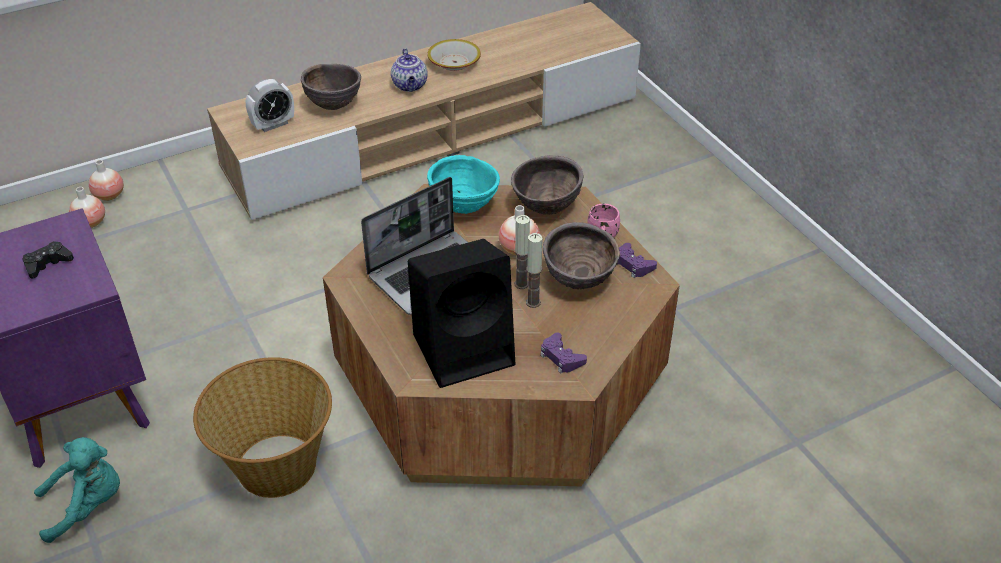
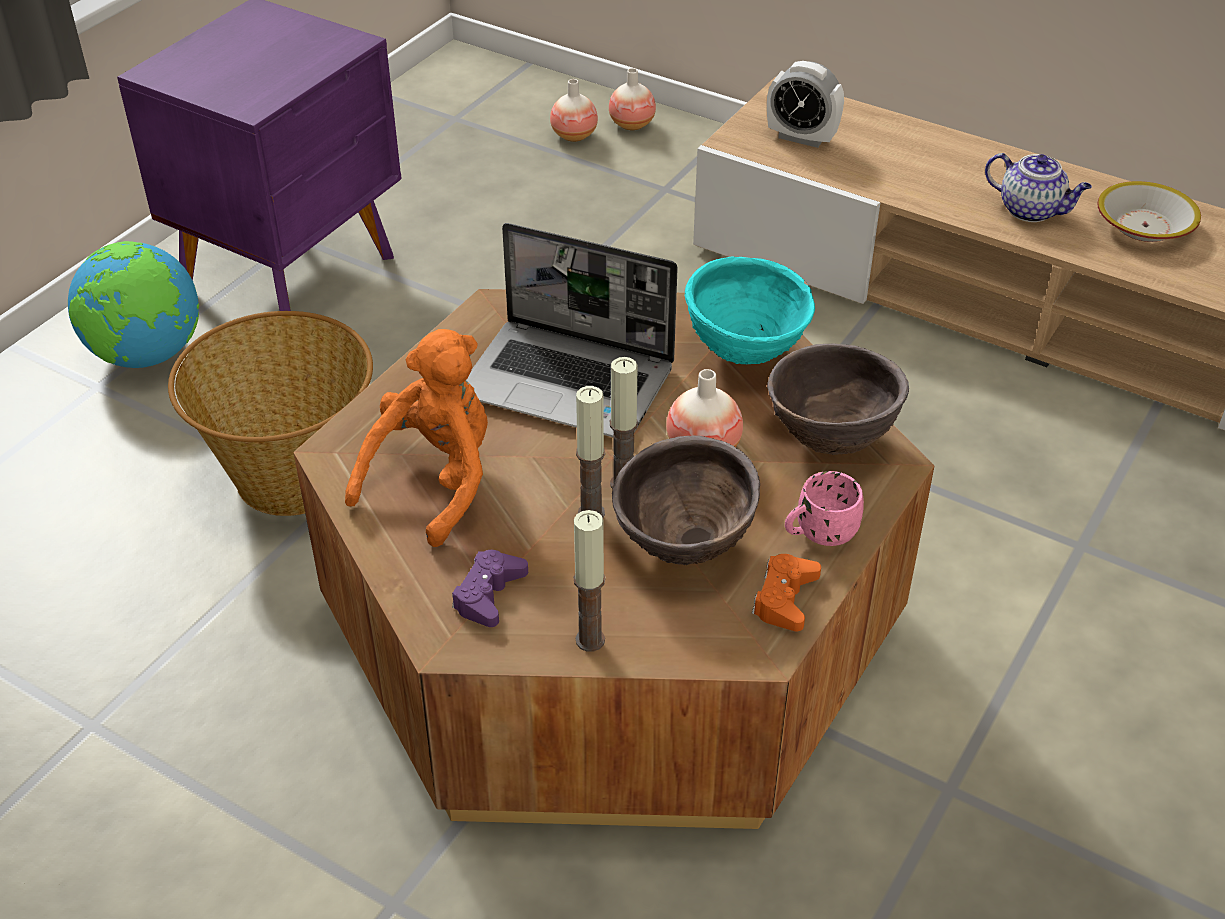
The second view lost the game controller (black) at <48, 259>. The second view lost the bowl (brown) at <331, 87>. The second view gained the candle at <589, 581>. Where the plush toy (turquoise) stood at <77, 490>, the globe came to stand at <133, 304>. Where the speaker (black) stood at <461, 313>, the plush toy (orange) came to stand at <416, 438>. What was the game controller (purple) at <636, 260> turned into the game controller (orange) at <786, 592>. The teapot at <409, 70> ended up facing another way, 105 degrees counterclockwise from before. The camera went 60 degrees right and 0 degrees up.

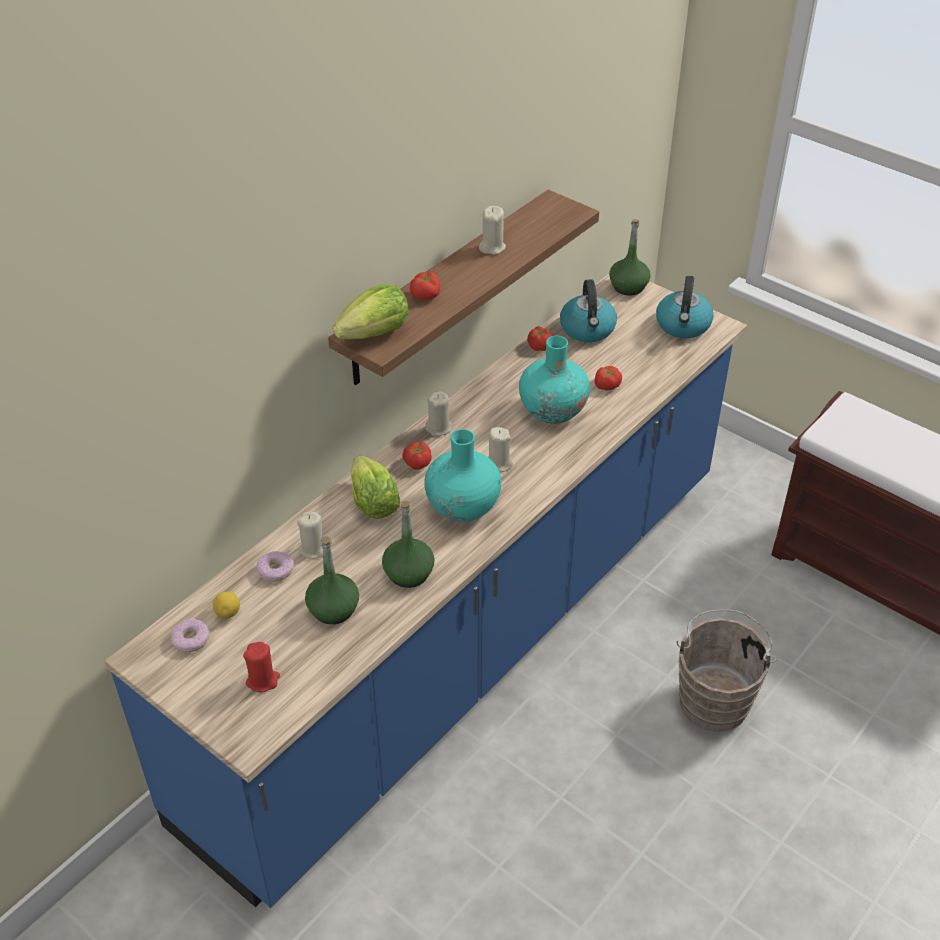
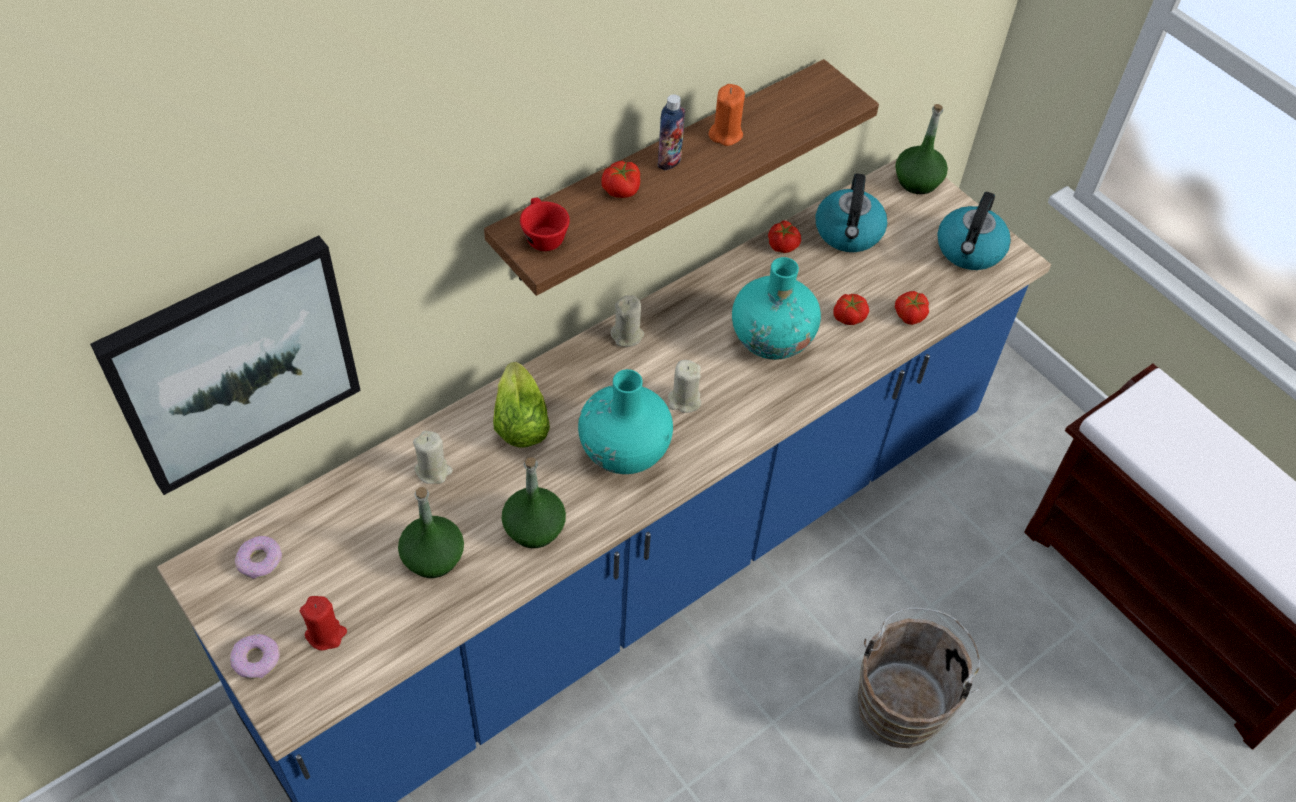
The second view lost the lemon at <226, 605>. The second view gained the picture at <225, 365>. The second view gained the bottle at <671, 132>. The donut ended up elsewhere, having gone from <275, 566> to <255, 656>. The tomato ended up elsewhere, having gone from <417, 456> to <912, 308>. Where the lettuce stood at <371, 311>, the cup (red) came to stand at <545, 224>. What was the candle (beige) at <492, 230> turned into the candle (orange) at <726, 115>. The camera went 10 degrees right and 10 degrees up.

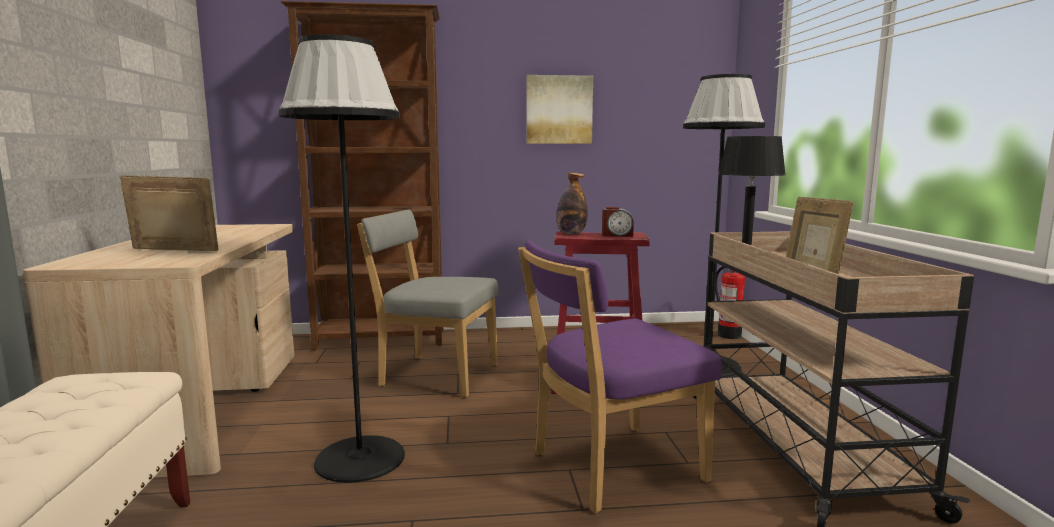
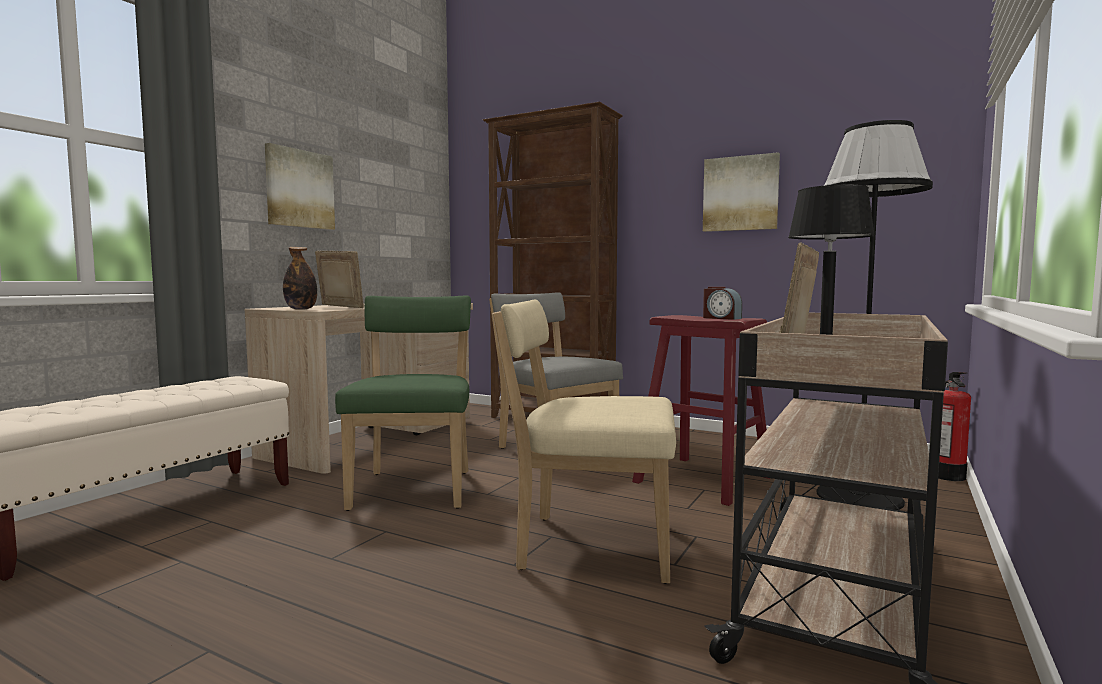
The second view gained the picture at <300, 186>. The bottle ended up elsewhere, having gone from <571, 203> to <300, 278>. Where the floor lamp (black) stood at <342, 259>, the chair (green) came to stand at <403, 403>. What was the chair (purple) at <620, 376> turned into the chair (beige) at <584, 442>. The camera went 35 degrees right and 5 degrees down.

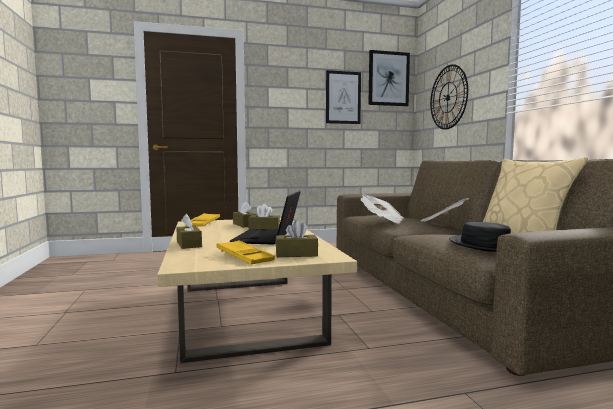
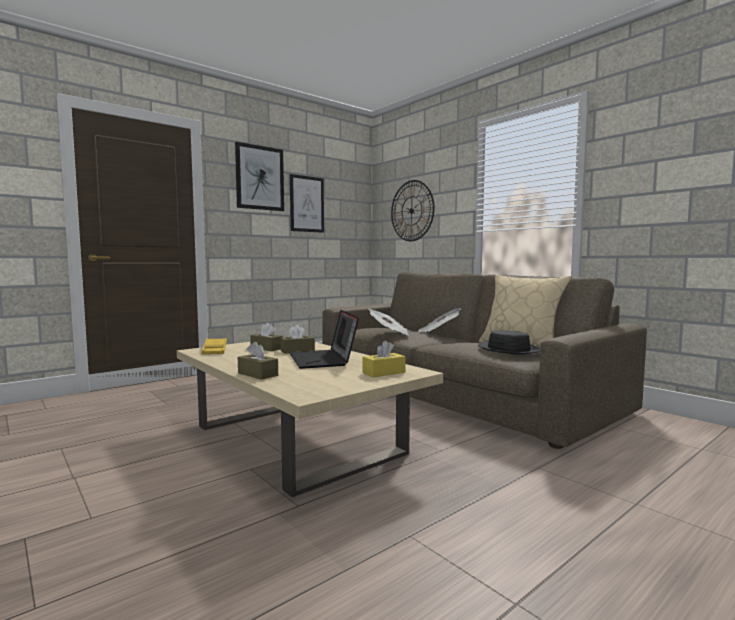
The second view lost the tray (yellow) at <246, 252>. The picture ended up elsewhere, having gone from <389, 78> to <259, 176>. What was the tissue box (brown) at <296, 238> turned into the tissue box (yellow) at <384, 359>. The camera went 25 degrees left and 0 degrees up.

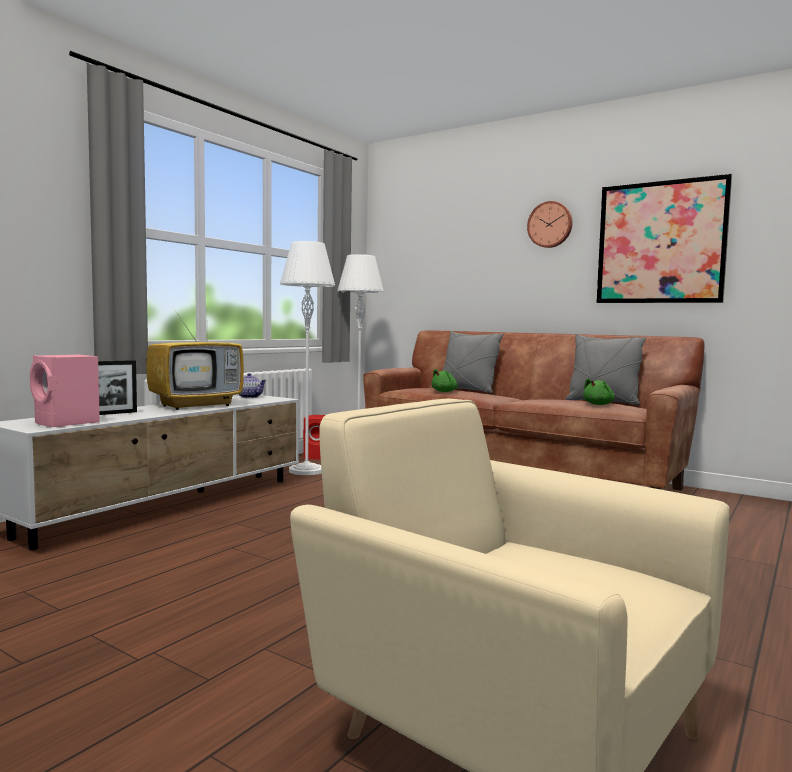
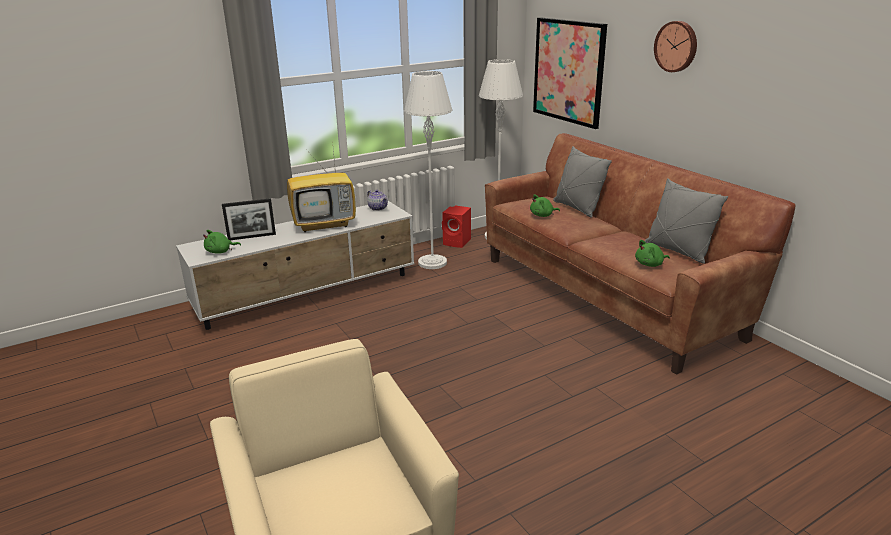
The picture ended up elsewhere, having gone from <664, 238> to <570, 73>. Where the speaker (pink) stood at <65, 391>, the plush toy (green) came to stand at <222, 242>. The camera went 25 degrees right and 20 degrees up.

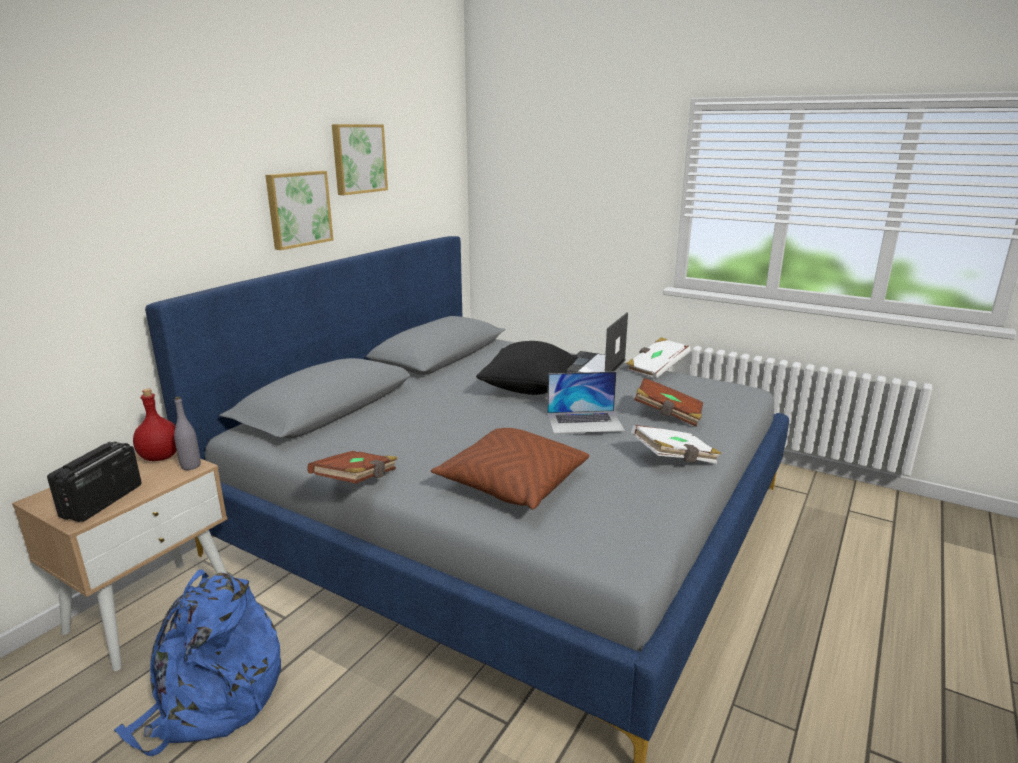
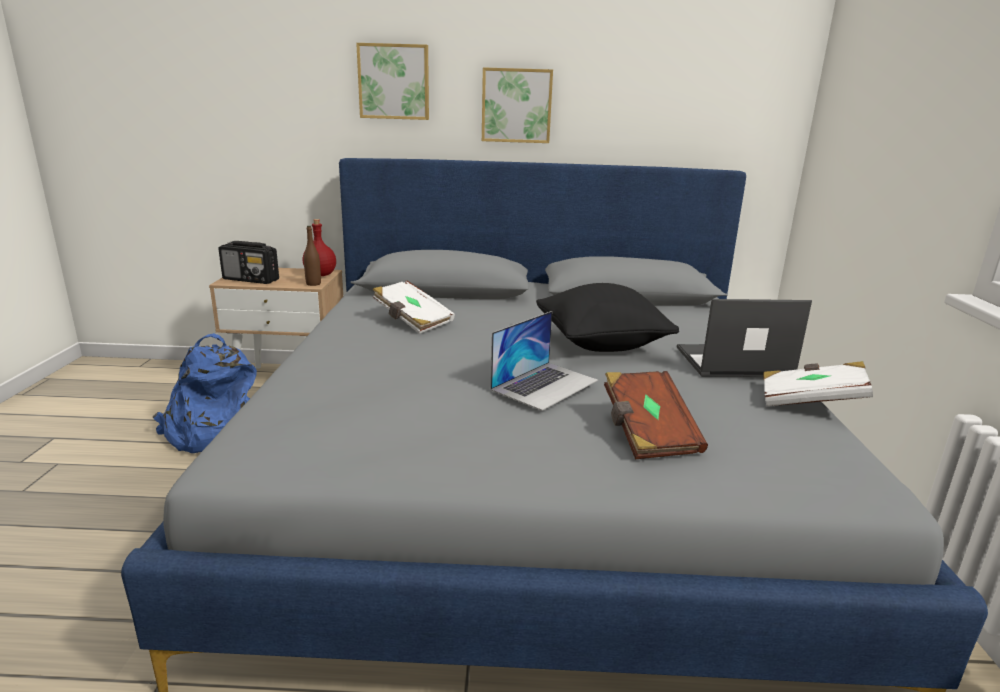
The second view lost the book (brown) at <352, 467>. The second view lost the pillow (brown) at <510, 469>. The picture ended up elsewhere, having gone from <360, 159> to <392, 81>. The book (white) ended up elsewhere, having gone from <676, 444> to <413, 307>. What was the bottle (grey) at <187, 433> turned into the bottle (brown) at <312, 256>. The radio at <94, 481> ended up facing another way, 150 degrees counterclockwise from before. The laptop at <586, 402> ended up facing another way, 105 degrees counterclockwise from before. The camera went 60 degrees right and 0 degrees up.

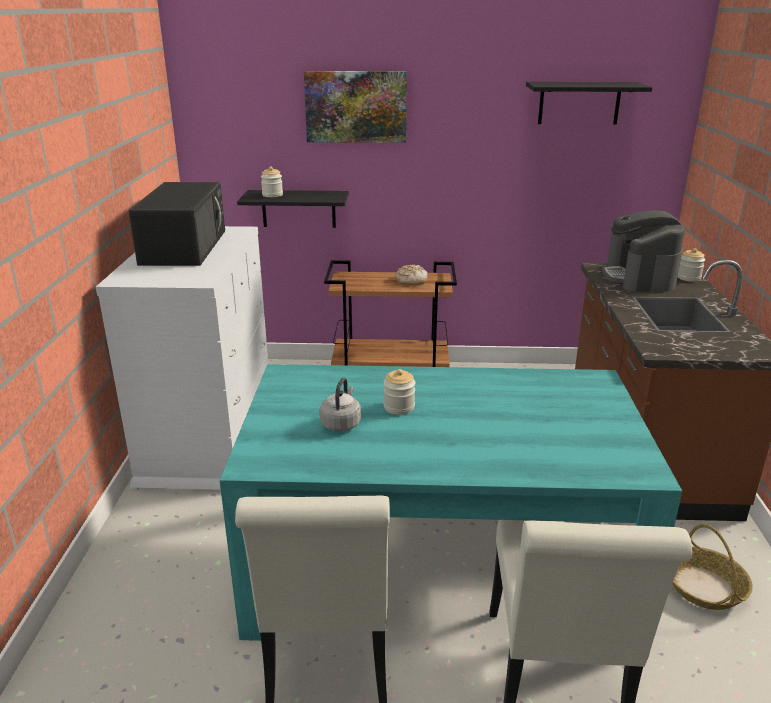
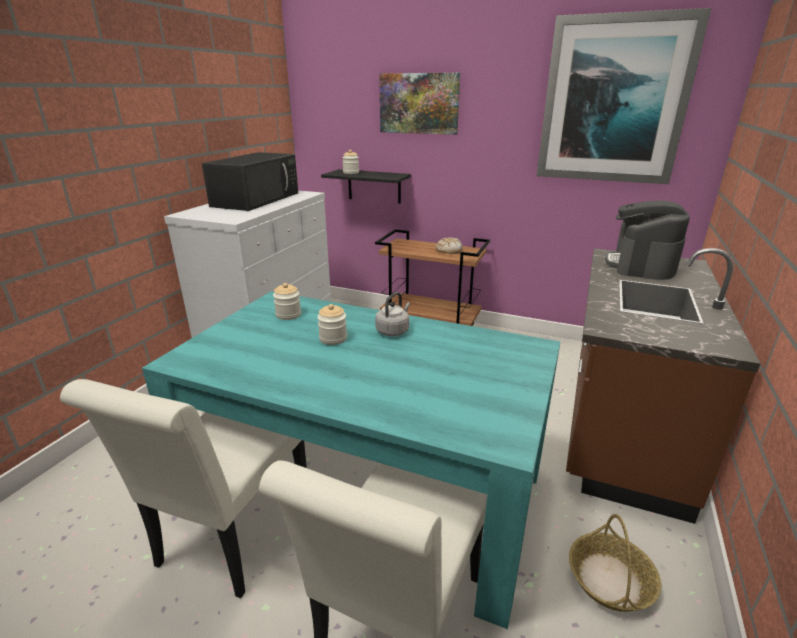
The kettle (grey) ended up elsewhere, having gone from <340, 405> to <392, 314>. The jar ended up elsewhere, having gone from <691, 265> to <287, 301>. Where the shelf (black) hung at <589, 103>, the picture came to hang at <624, 96>. The camera went 20 degrees right and 0 degrees up.

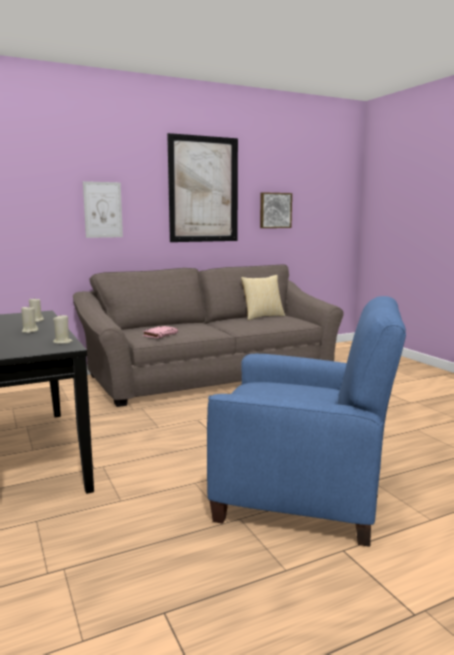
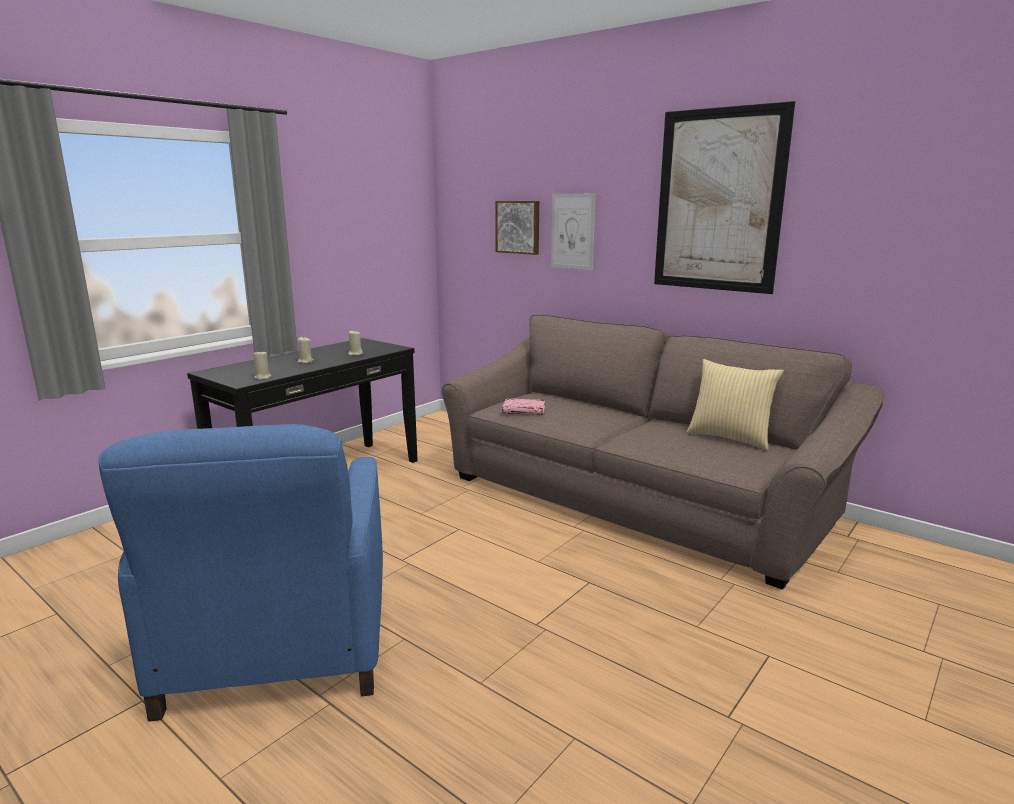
The picture ended up elsewhere, having gone from <276, 210> to <517, 228>. The camera went 65 degrees right and 5 degrees up.

